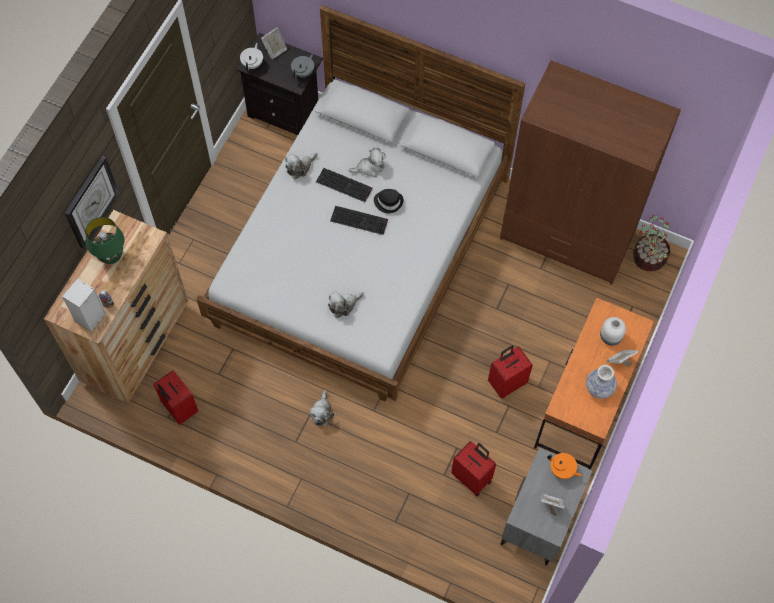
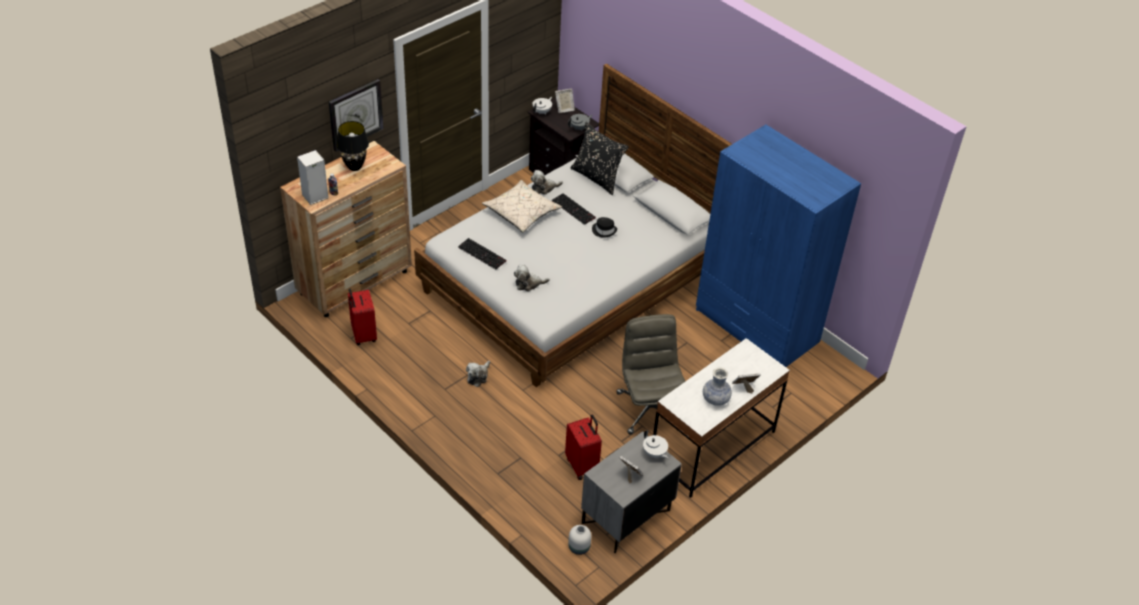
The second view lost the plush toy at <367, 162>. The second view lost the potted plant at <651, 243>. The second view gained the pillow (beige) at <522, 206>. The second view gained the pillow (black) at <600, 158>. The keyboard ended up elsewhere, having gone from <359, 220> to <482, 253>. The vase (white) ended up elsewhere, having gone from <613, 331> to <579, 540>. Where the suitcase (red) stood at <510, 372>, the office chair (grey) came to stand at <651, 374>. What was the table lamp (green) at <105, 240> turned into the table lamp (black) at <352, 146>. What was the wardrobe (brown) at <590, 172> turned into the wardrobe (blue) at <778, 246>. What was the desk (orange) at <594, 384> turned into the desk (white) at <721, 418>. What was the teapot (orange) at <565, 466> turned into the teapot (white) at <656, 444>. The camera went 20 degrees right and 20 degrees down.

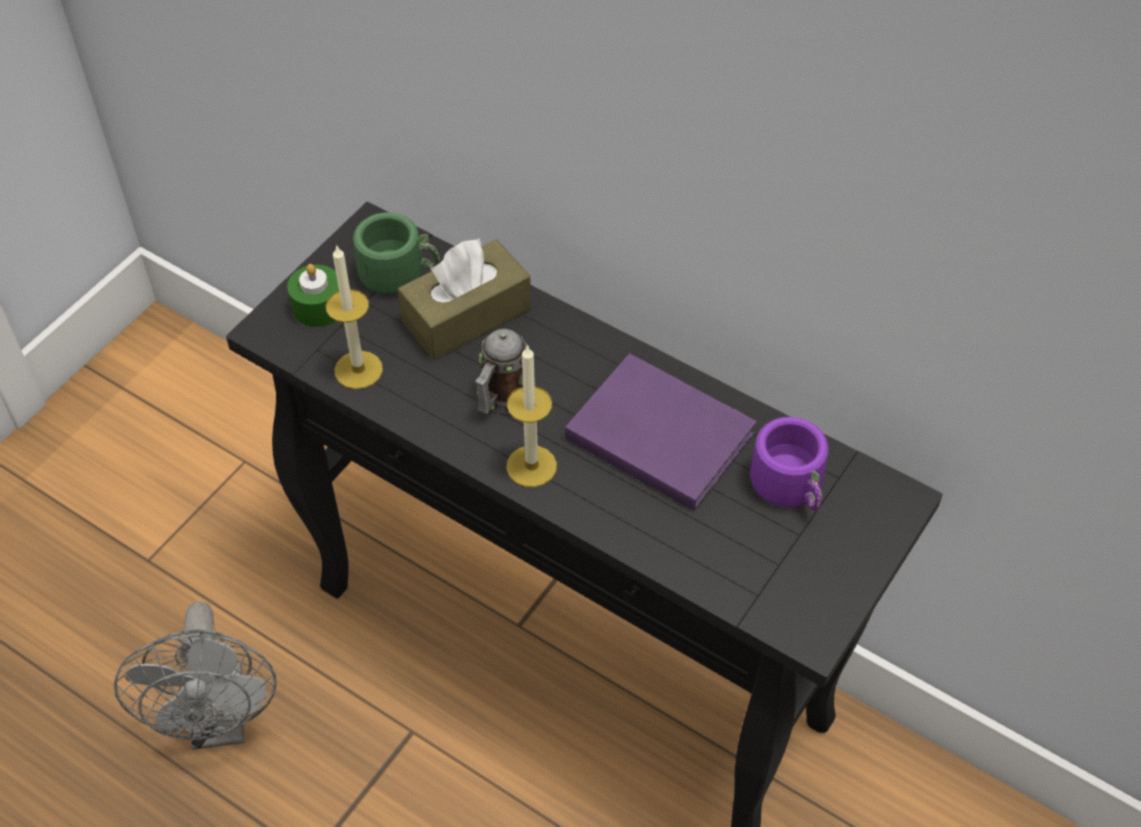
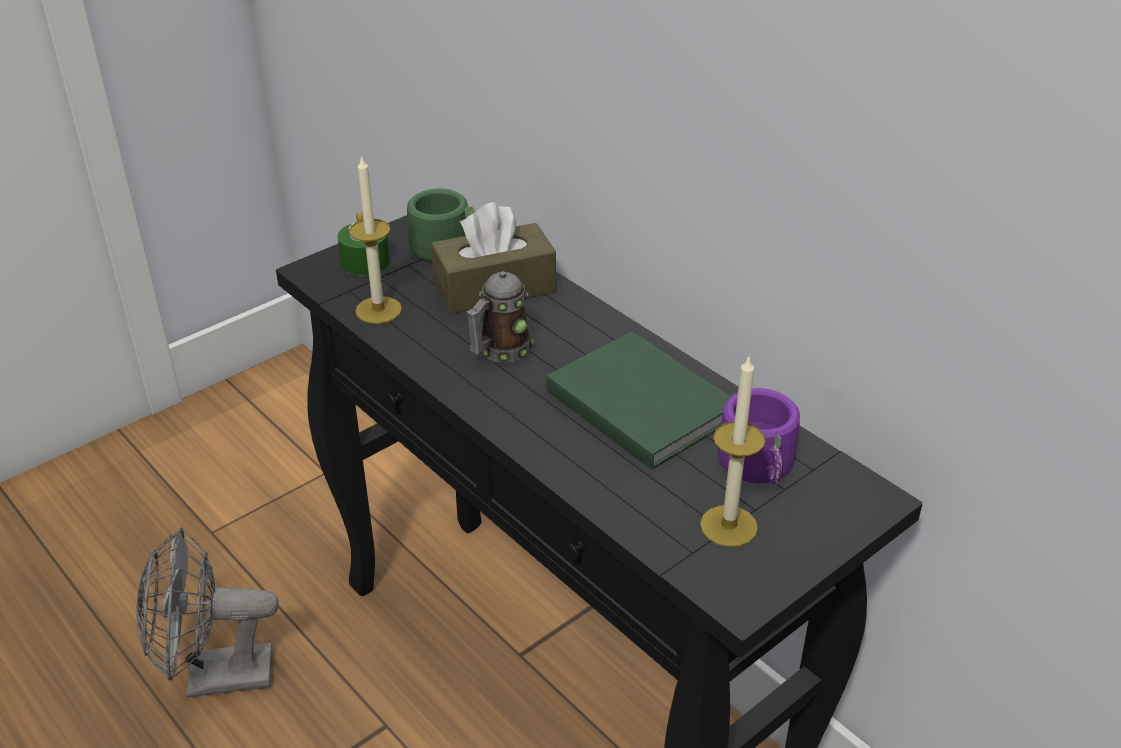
The candle ended up elsewhere, having gone from <531, 416> to <732, 451>. What was the book (purple) at <661, 432> turned into the book (green) at <638, 401>. The fan (grey) at <195, 675> ended up facing another way, 75 degrees clockwise from before. The camera went 15 degrees right and 15 degrees down.

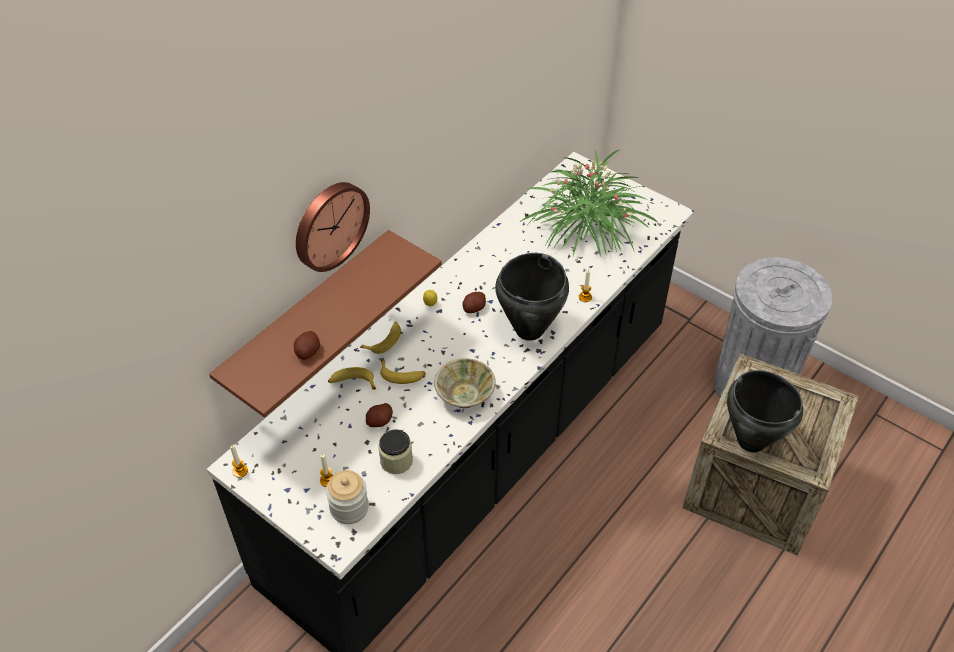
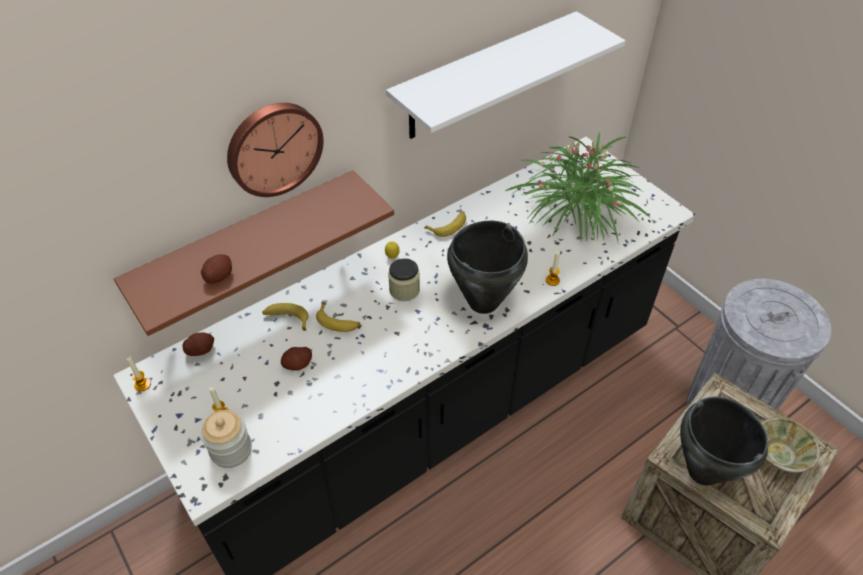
The second view gained the shelf (white) at <506, 75>. The banana ended up elsewhere, having gone from <380, 338> to <445, 224>. The jar ended up elsewhere, having gone from <395, 451> to <404, 279>. The bowl (beige) ended up elsewhere, having gone from <465, 383> to <790, 445>. The potato ended up elsewhere, having gone from <474, 302> to <198, 344>. The camera went 15 degrees right and 0 degrees up.

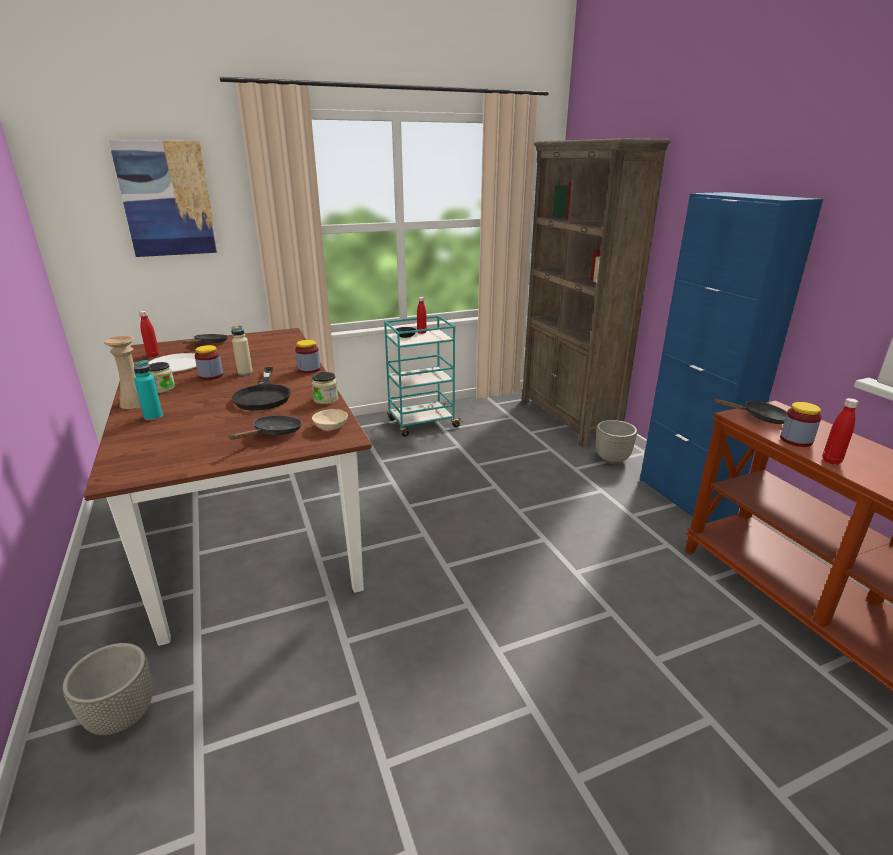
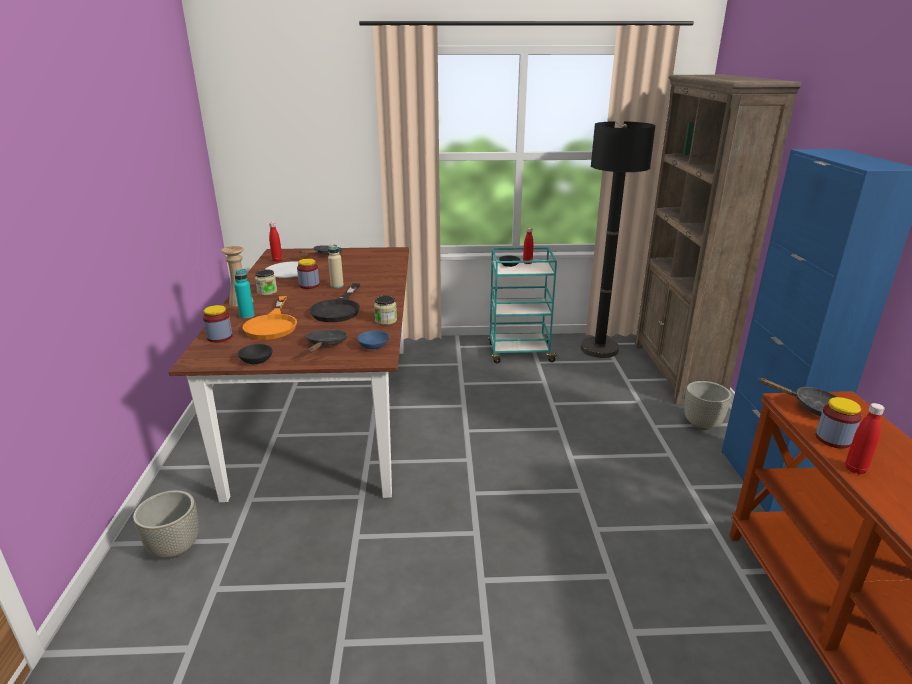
The second view lost the picture at <164, 198>. The second view gained the bowl (black) at <255, 354>. The second view gained the frying pan (orange) at <270, 318>. The second view gained the floor lamp (black) at <618, 239>. The jar ended up elsewhere, having gone from <307, 357> to <218, 324>. What was the bowl (beige) at <330, 419> turned into the bowl (blue) at <373, 339>. The frying pan (black) at <265, 427> ended up facing another way, 45 degrees counterclockwise from before. The camera went 20 degrees right and 0 degrees up.

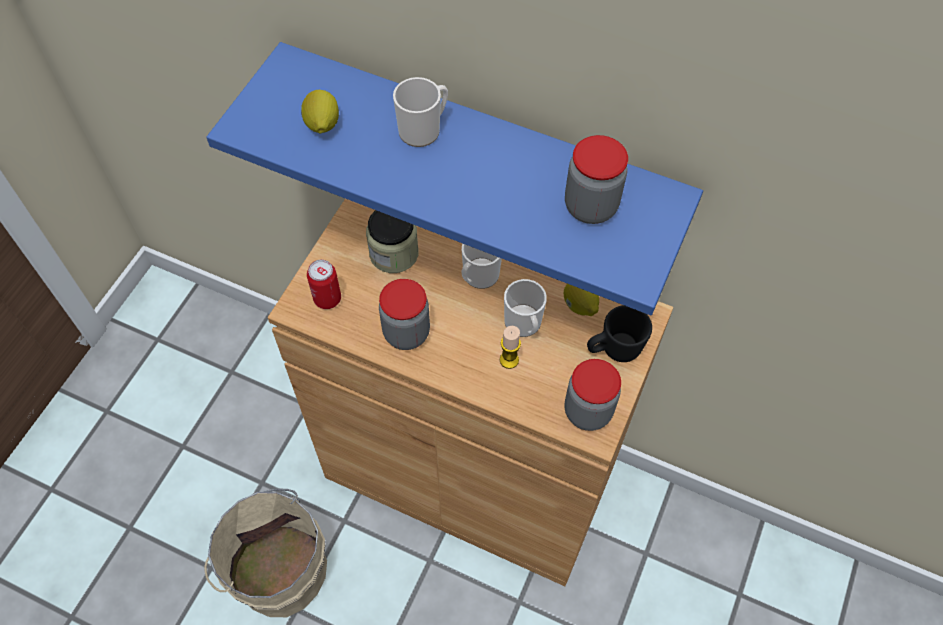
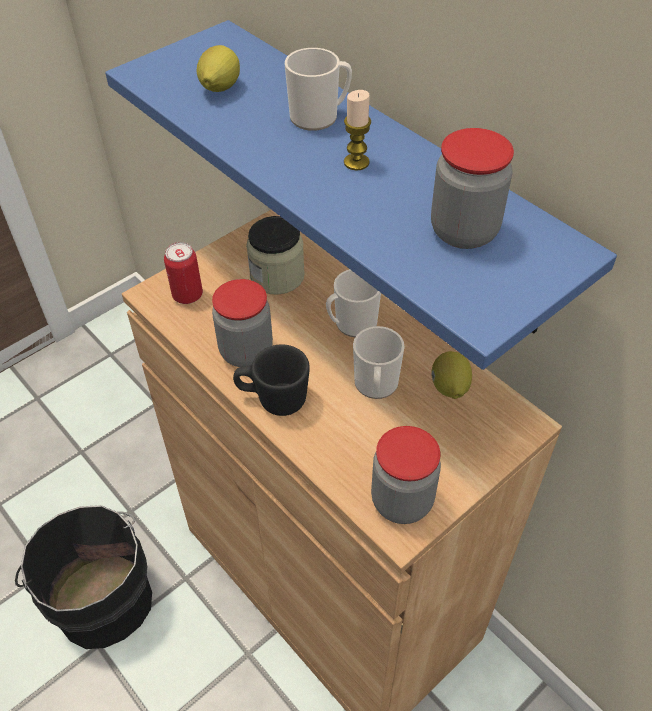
The candle ended up elsewhere, having gone from <510, 347> to <357, 130>. The mug (black) ended up elsewhere, having gone from <619, 333> to <271, 380>. What was the bucket (beige) at <265, 552> turned into the bucket (black) at <83, 577>. The camera went 25 degrees right and 10 degrees down.

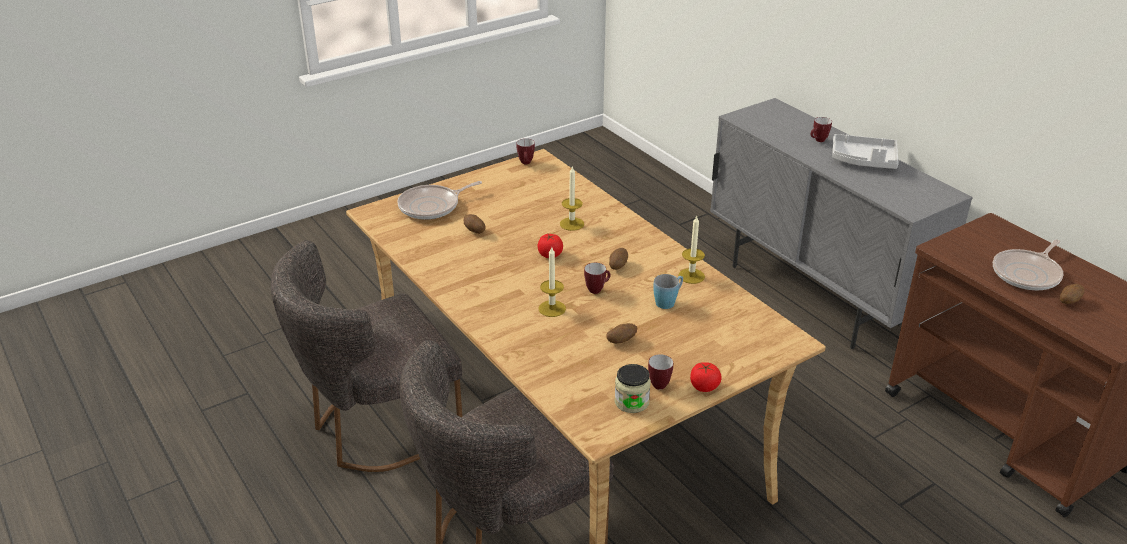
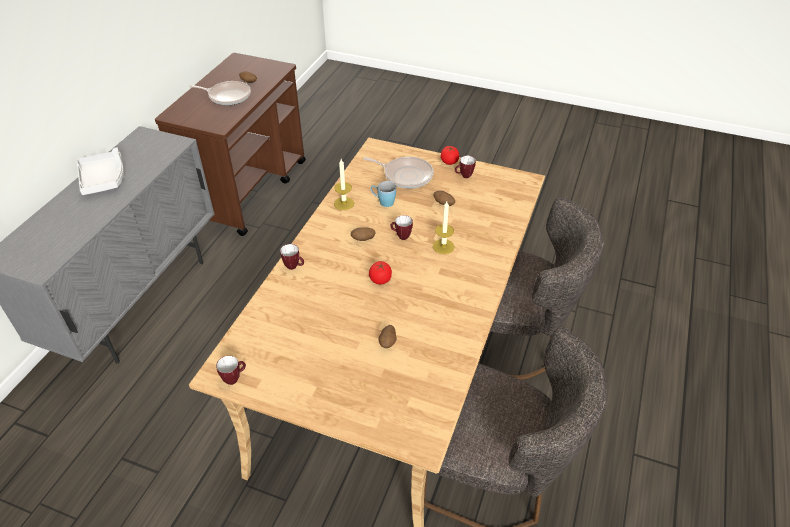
The second view lost the candle at <572, 199>. The second view lost the jar at <632, 388>. The frying pan ended up elsewhere, having gone from <439, 200> to <399, 172>. The mug ended up elsewhere, having gone from <821, 129> to <292, 257>. The camera went 125 degrees left and 10 degrees up.

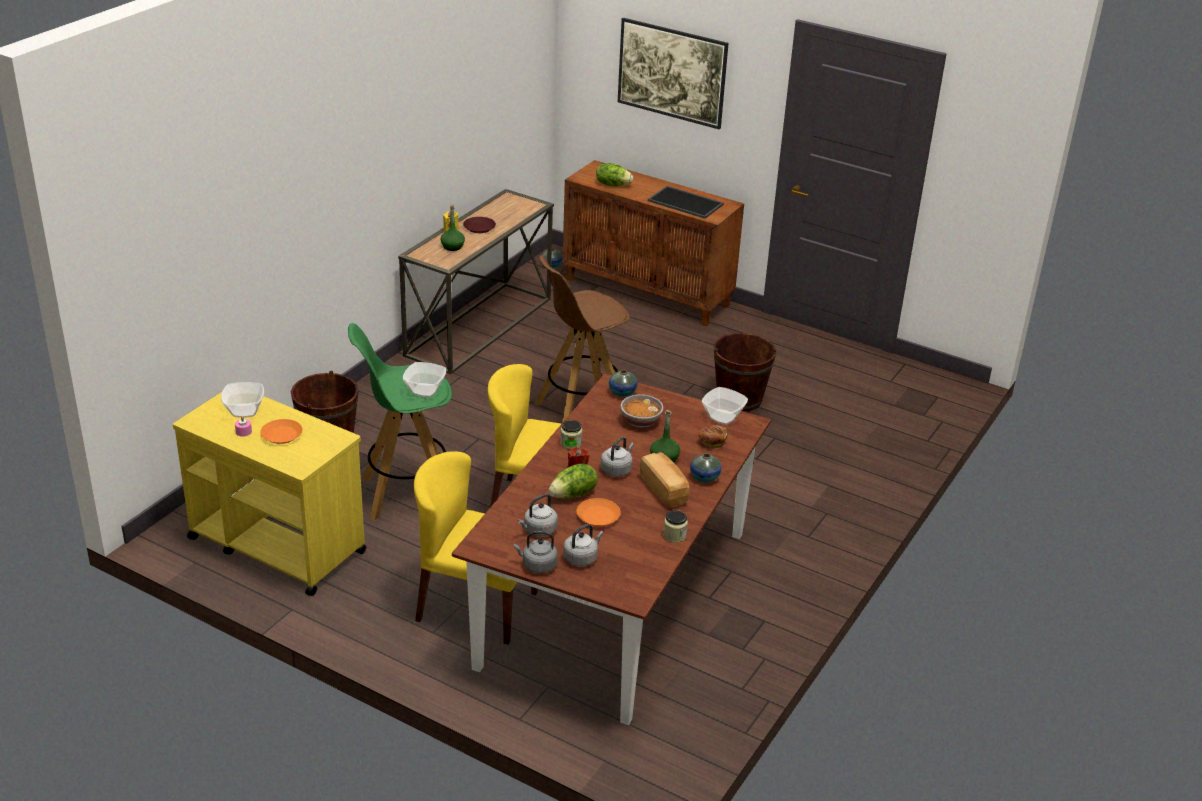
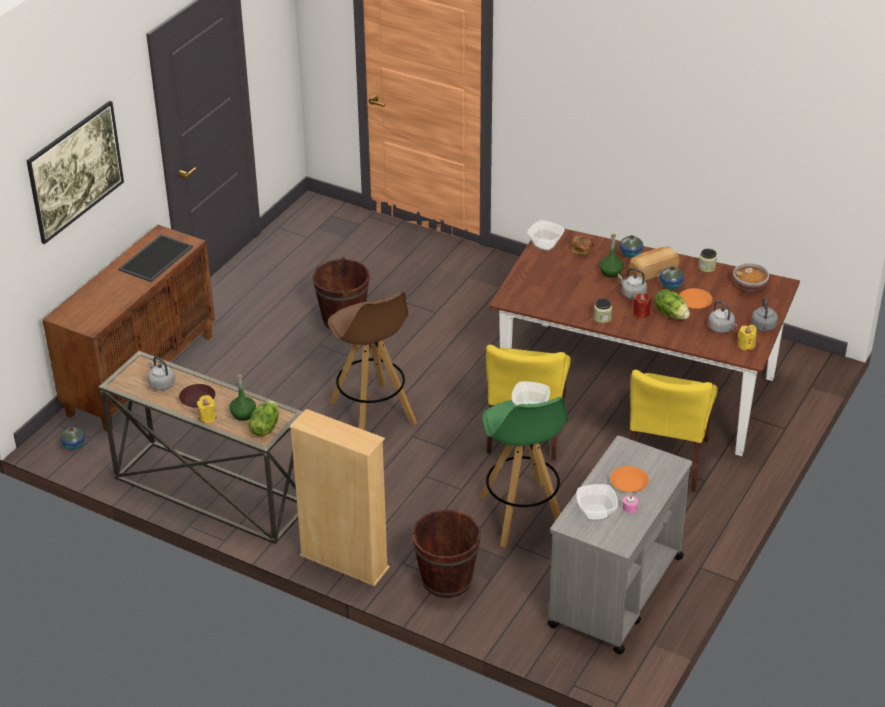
The second view gained the bookcase (beige) at <339, 497>. The second view gained the candle (yellow) at <747, 338>. The kettle (grey) ended up elsewhere, having gone from <583, 545> to <161, 373>. The lettuce ended up elsewhere, having gone from <614, 175> to <263, 418>. The vase ended up elsewhere, having gone from <623, 383> to <671, 277>. The bowl ended up elsewhere, having gone from <642, 410> to <751, 277>. What was the cart (yellow) at <270, 494> turned into the cart (grey) at <619, 545>. The camera went 90 degrees left and 5 degrees up.

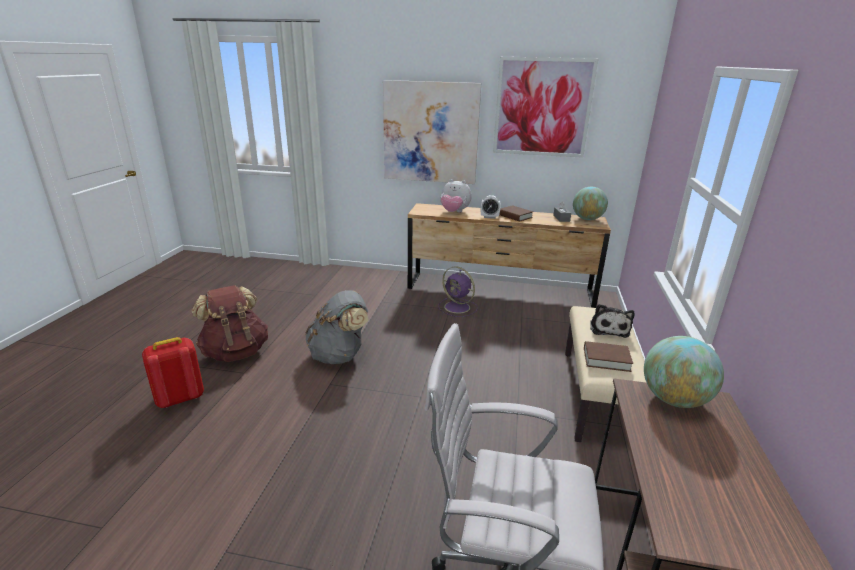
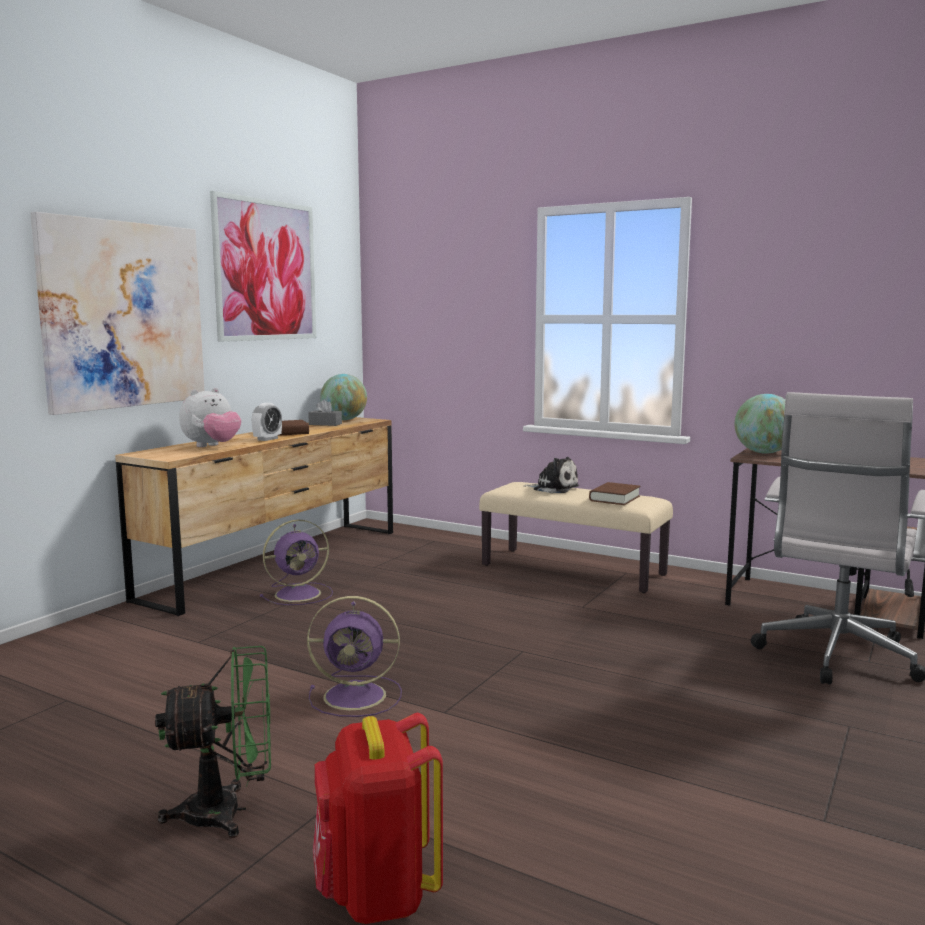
Where the backpack (brown) stood at <230, 323>, the fan (green) came to stand at <213, 742>. Where the backpack (grey) stood at <336, 327>, the fan (purple) came to stand at <354, 656>. The camera went 70 degrees left and 15 degrees down.

